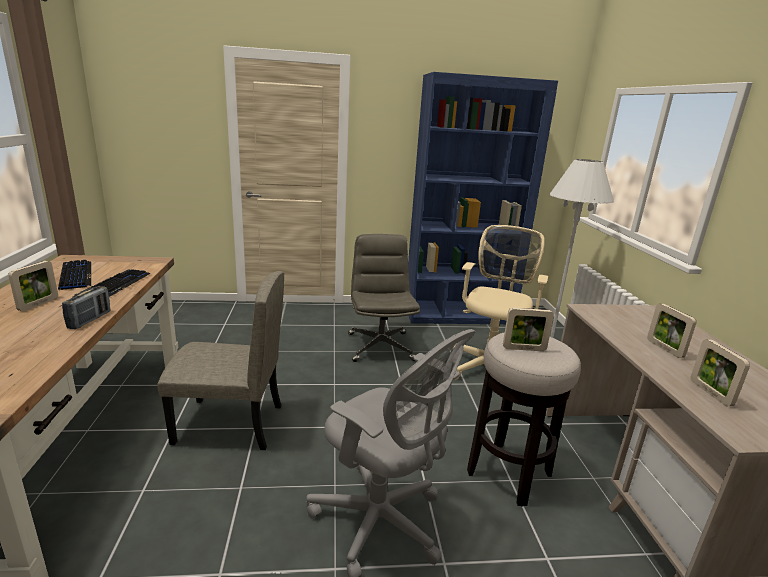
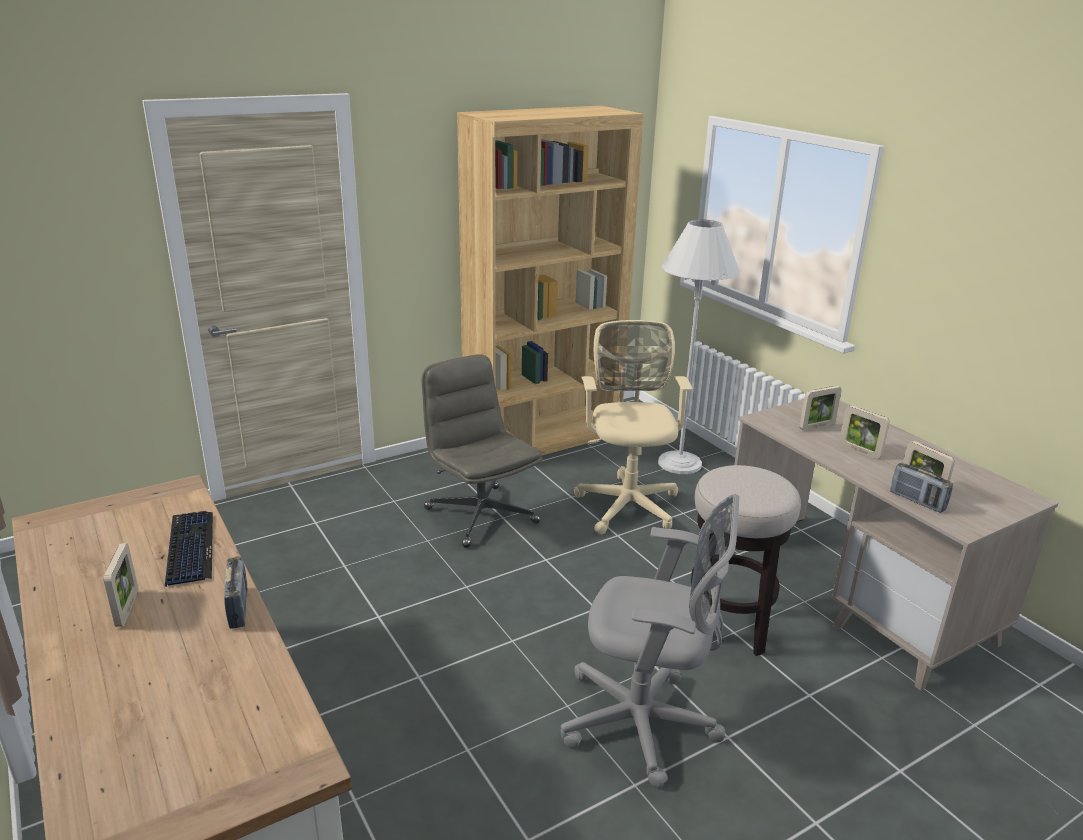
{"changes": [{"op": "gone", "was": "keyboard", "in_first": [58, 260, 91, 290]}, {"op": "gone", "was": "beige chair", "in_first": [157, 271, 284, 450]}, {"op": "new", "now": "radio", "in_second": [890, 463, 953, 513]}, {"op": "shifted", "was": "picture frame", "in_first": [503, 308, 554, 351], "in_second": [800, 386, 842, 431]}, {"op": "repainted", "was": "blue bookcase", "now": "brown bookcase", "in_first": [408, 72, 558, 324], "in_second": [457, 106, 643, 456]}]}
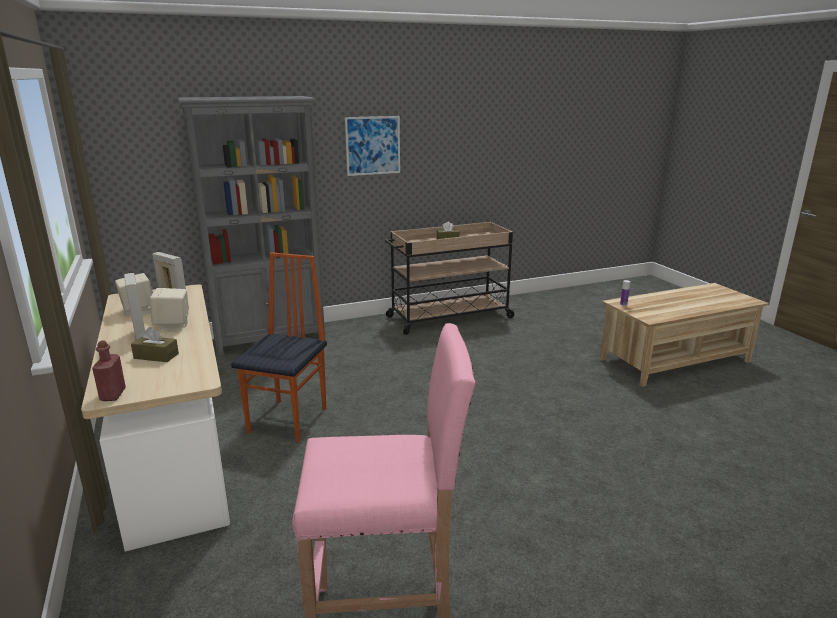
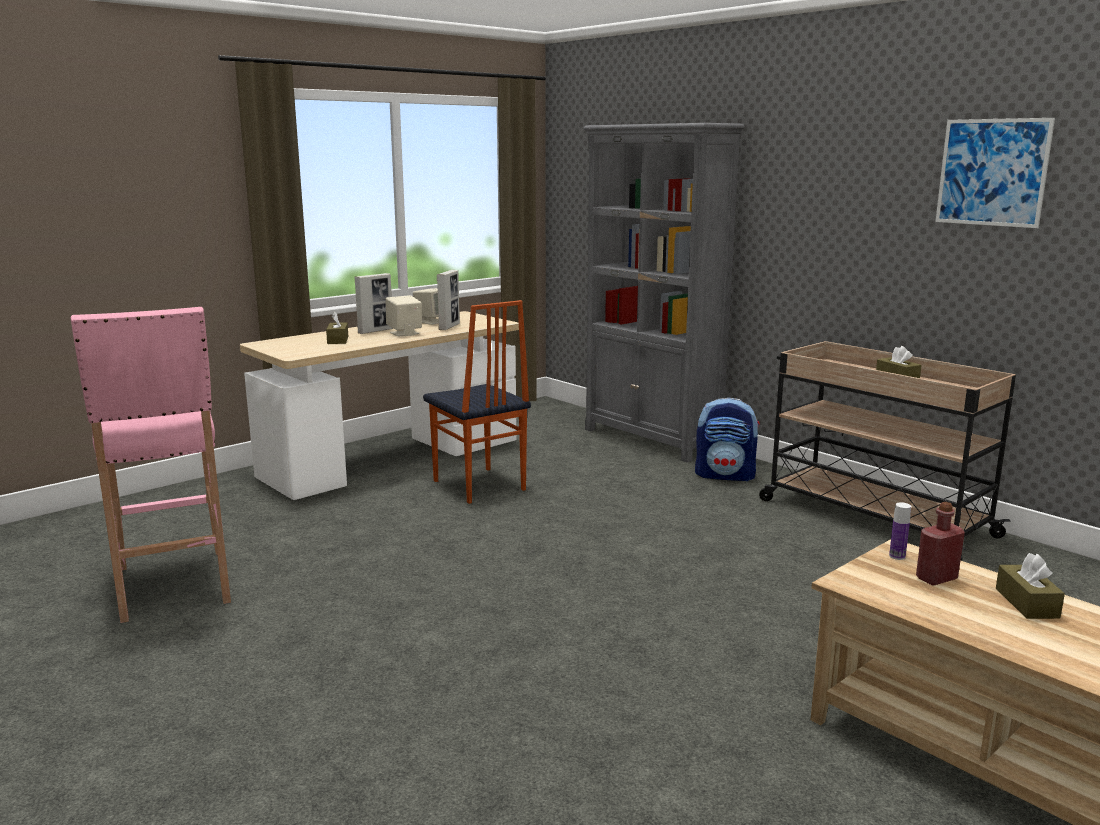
{"changes": [{"op": "new", "now": "backpack", "in_second": [695, 398, 760, 481]}, {"op": "new", "now": "brown tissue box", "in_second": [996, 553, 1065, 619]}, {"op": "shifted", "was": "red bottle", "in_first": [92, 340, 126, 401], "in_second": [916, 502, 965, 586]}, {"op": "shifted", "was": "picture", "in_first": [345, 116, 400, 176], "in_second": [935, 118, 1055, 228]}, {"op": "rotated", "was": "chair", "in_first": [231, 252, 327, 442], "in_second": [423, 300, 531, 504], "clockwise": 60}]}
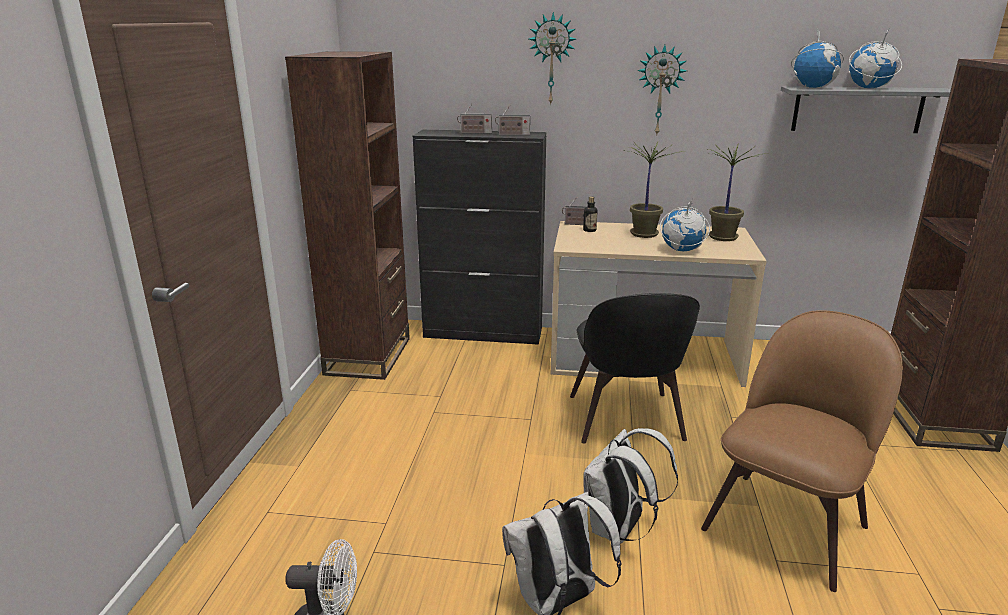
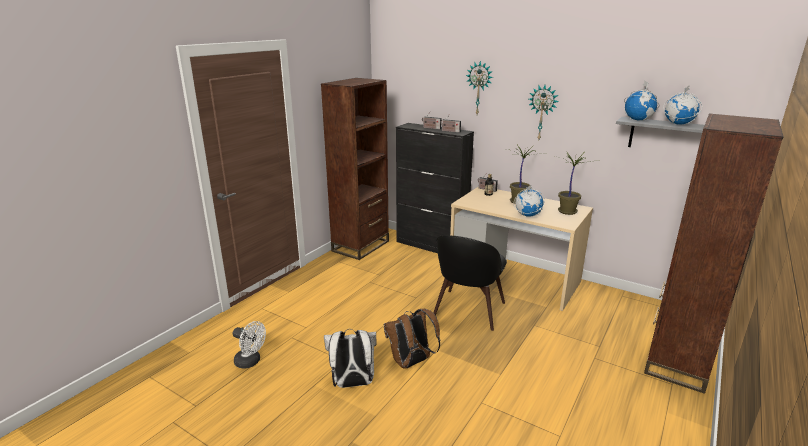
{"changes": [{"op": "gone", "was": "brown chair", "in_first": [701, 310, 903, 592]}, {"op": "repainted", "was": "white backpack", "now": "brown backpack", "in_first": [583, 428, 678, 544], "in_second": [384, 309, 440, 369]}]}
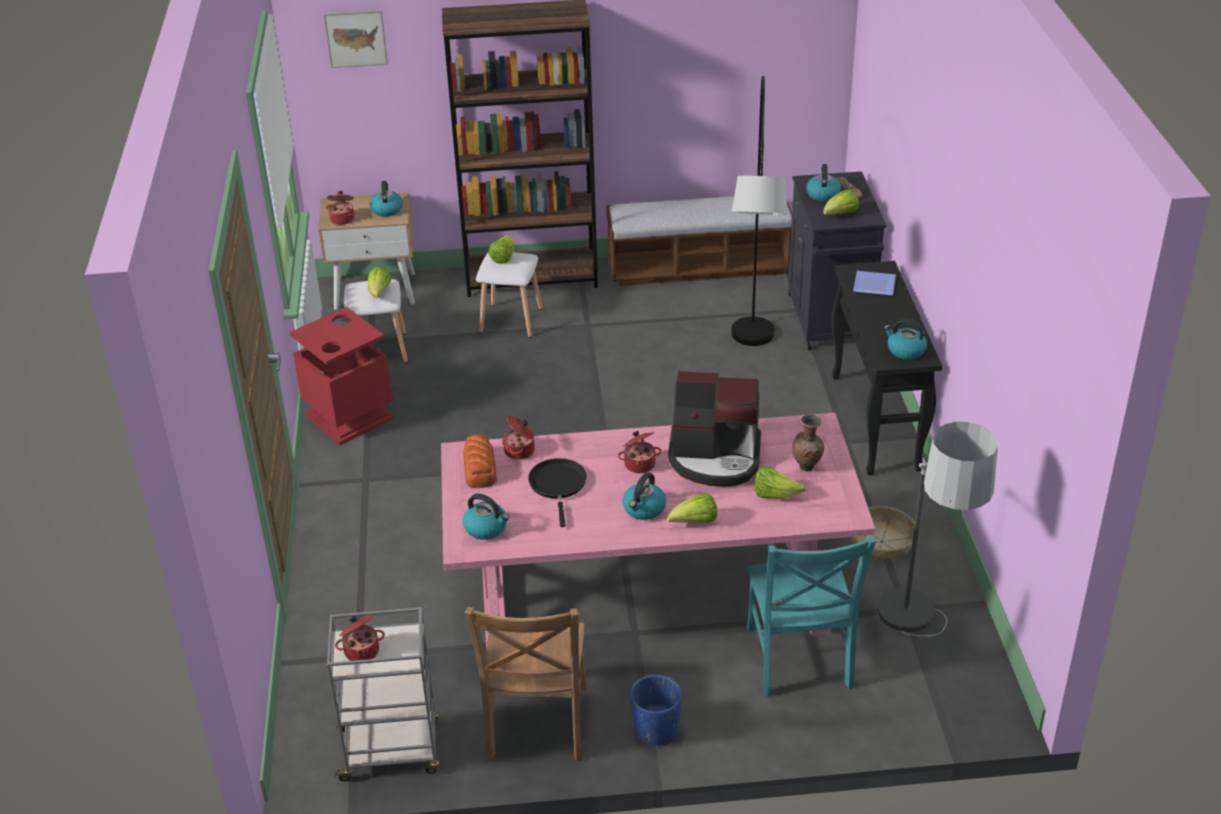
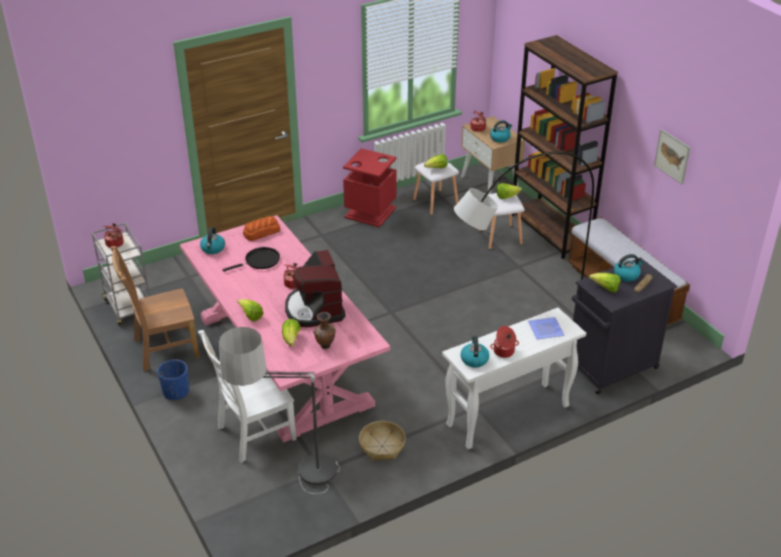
{"changes": [{"op": "gone", "was": "kettle", "in_first": [622, 472, 666, 520]}, {"op": "shifted", "was": "picture", "in_first": [324, 10, 388, 68], "in_second": [654, 129, 691, 184]}, {"op": "shifted", "was": "cooking pot", "in_first": [502, 415, 535, 460], "in_second": [490, 326, 519, 358]}, {"op": "repainted", "was": "turquoise chair", "now": "white chair", "in_first": [747, 536, 876, 697], "in_second": [198, 330, 296, 463]}, {"op": "repainted", "was": "black console table", "now": "white console table", "in_first": [832, 261, 942, 475], "in_second": [442, 308, 586, 449]}]}
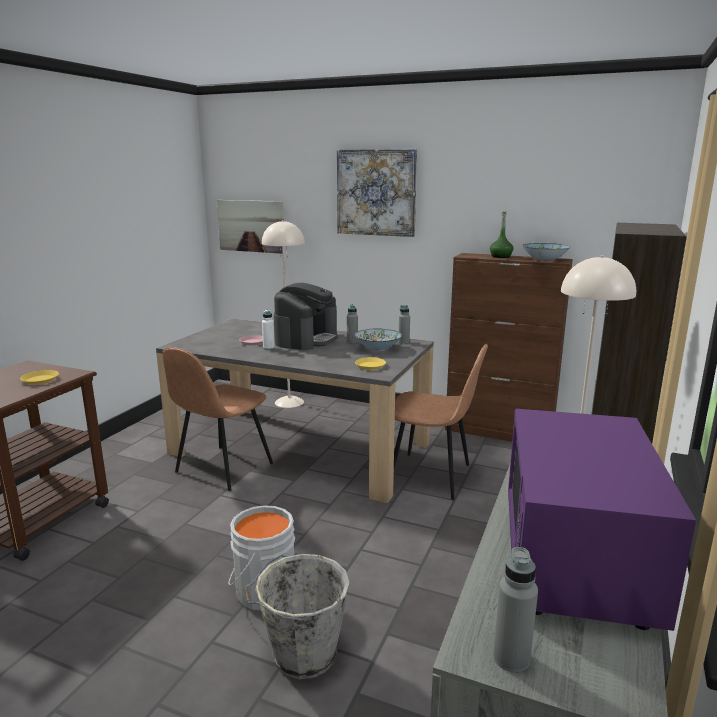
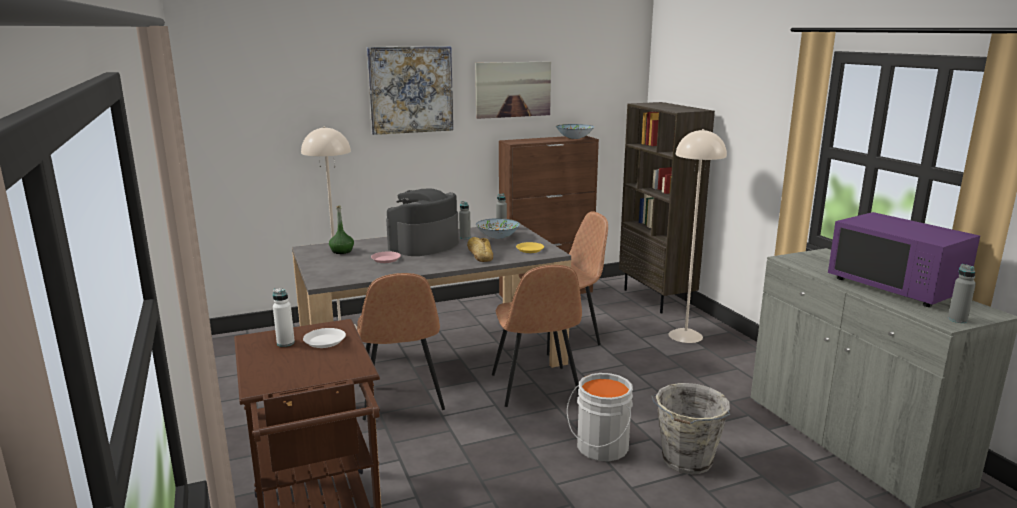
{"changes": [{"op": "new", "now": "bread", "in_second": [467, 237, 493, 262]}, {"op": "new", "now": "brown chair", "in_second": [492, 265, 582, 407]}, {"op": "shifted", "was": "picture", "in_first": [217, 200, 284, 254], "in_second": [475, 61, 551, 119]}, {"op": "shifted", "was": "white bottle", "in_first": [262, 310, 275, 350], "in_second": [273, 288, 295, 347]}, {"op": "shifted", "was": "green bottle", "in_first": [490, 212, 514, 258], "in_second": [329, 206, 354, 254]}, {"op": "repainted", "was": "yellow plate", "now": "white plate", "in_first": [20, 370, 59, 385], "in_second": [303, 328, 346, 348]}, {"op": "rotated", "was": "coffee machine", "in_first": [274, 283, 338, 350], "in_second": [386, 189, 459, 256], "clockwise": -120}]}
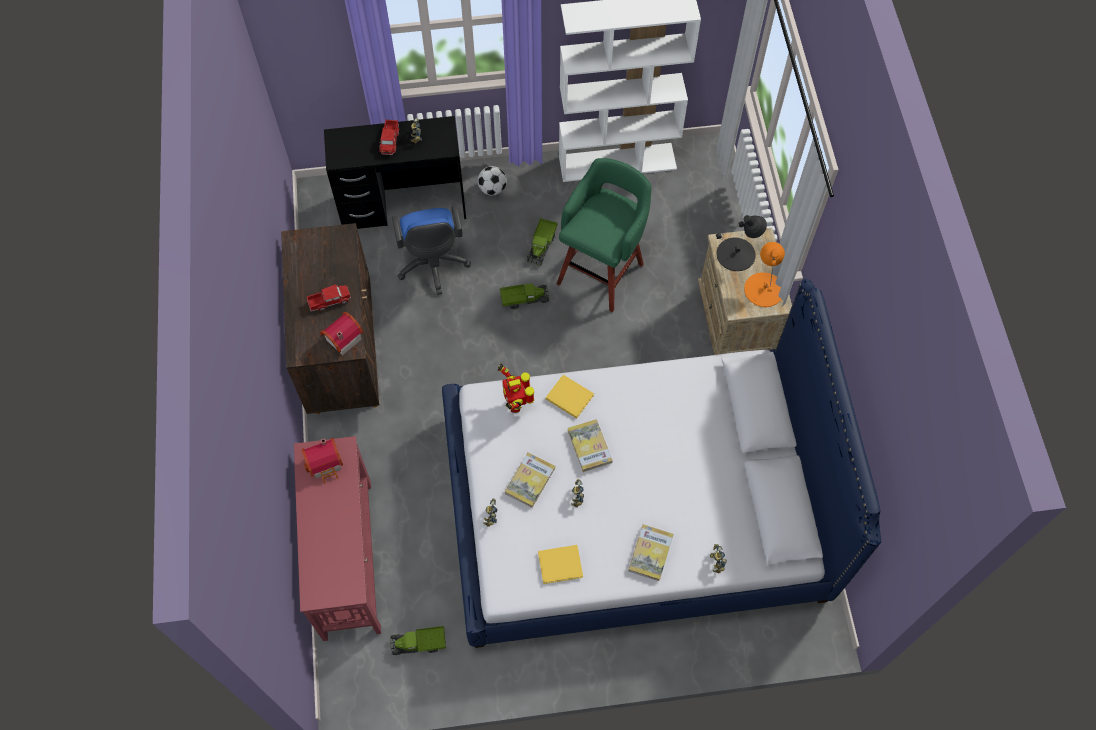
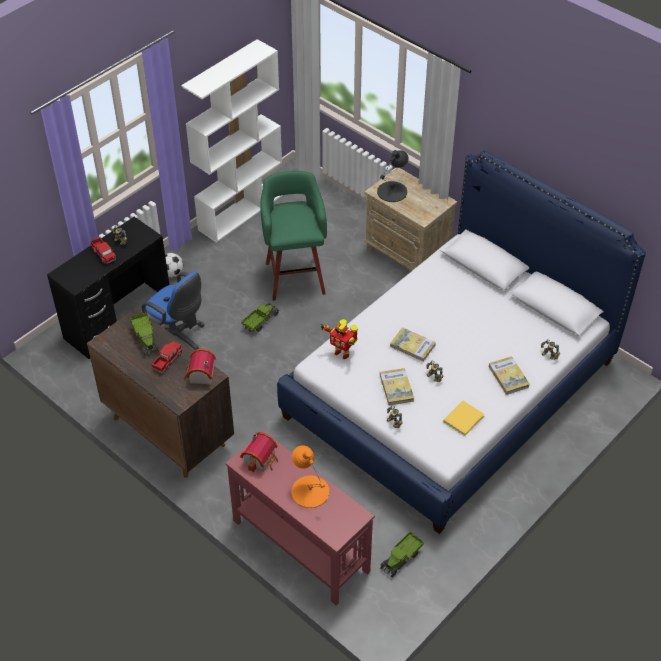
{"changes": [{"op": "gone", "was": "yellow book", "in_first": [546, 375, 594, 419]}, {"op": "shifted", "was": "toy truck", "in_first": [527, 218, 557, 265], "in_second": [130, 313, 159, 356]}, {"op": "shifted", "was": "orange table lamp", "in_first": [744, 242, 785, 307], "in_second": [291, 445, 329, 508]}]}
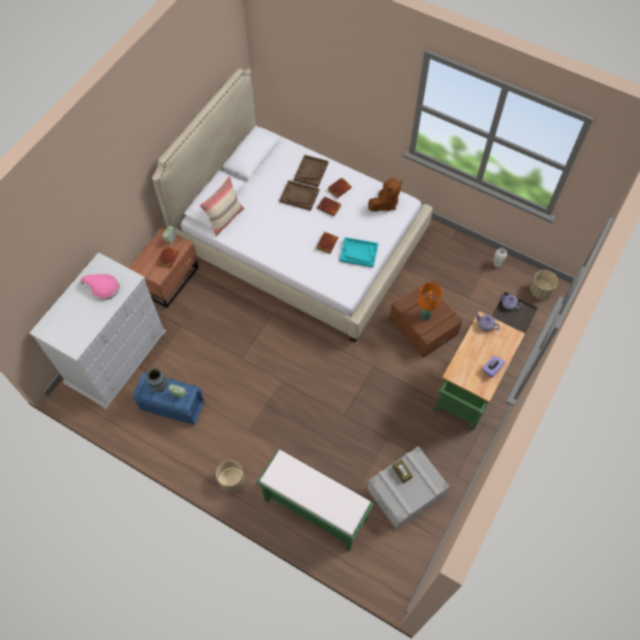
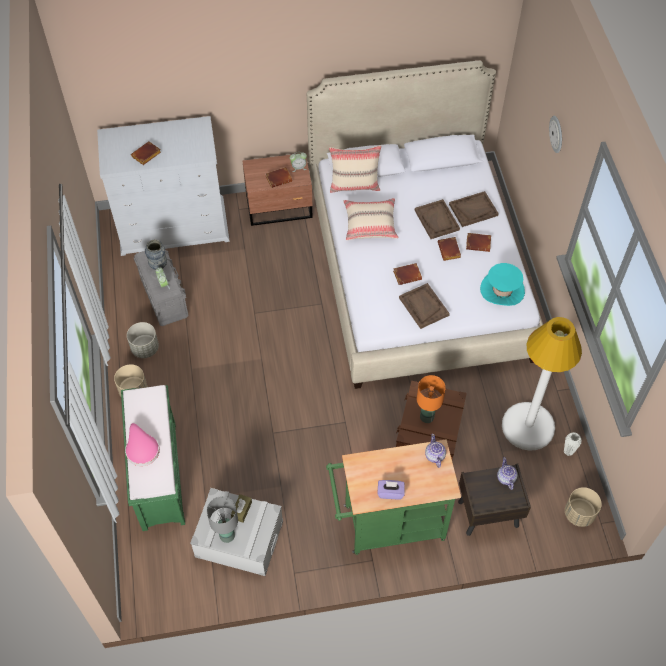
{"changes": [{"op": "new", "now": "grey planter", "in_second": [127, 322, 159, 358]}, {"op": "new", "now": "brown book", "in_second": [131, 141, 161, 165]}, {"op": "new", "now": "grey table lamp", "in_second": [207, 496, 238, 543]}, {"op": "new", "now": "beige pillow", "in_second": [343, 198, 399, 240]}, {"op": "new", "now": "white floor lamp", "in_second": [502, 317, 582, 450]}, {"op": "new", "now": "wall clock", "in_second": [549, 116, 562, 153]}, {"op": "shifted", "was": "pink hat", "in_first": [80, 274, 119, 300], "in_second": [125, 423, 160, 466]}, {"op": "swapped", "was": "brown plush toy", "now": "turquoise hat", "in_first": [368, 178, 403, 211], "in_second": [480, 263, 525, 306]}, {"op": "repainted", "was": "blue storage box", "now": "grey storage box", "in_first": [133, 372, 204, 425], "in_second": [134, 250, 188, 326]}, {"op": "repainted", "was": "turquoise tray", "now": "brown tray", "in_first": [339, 237, 378, 267], "in_second": [399, 283, 450, 329]}]}
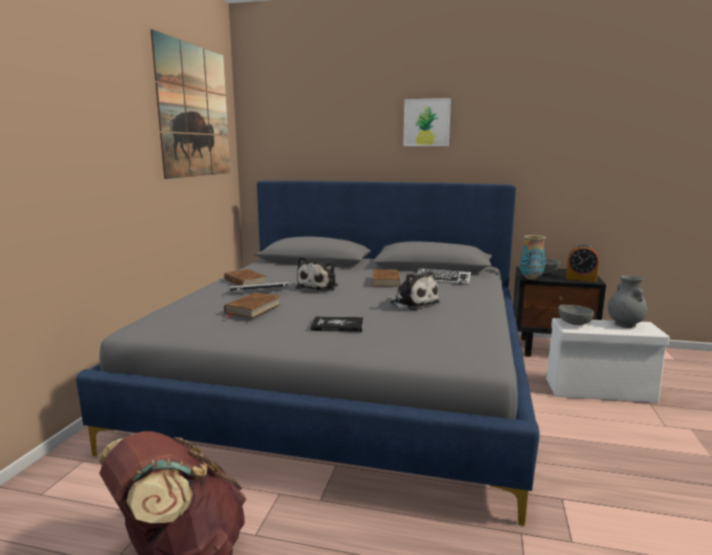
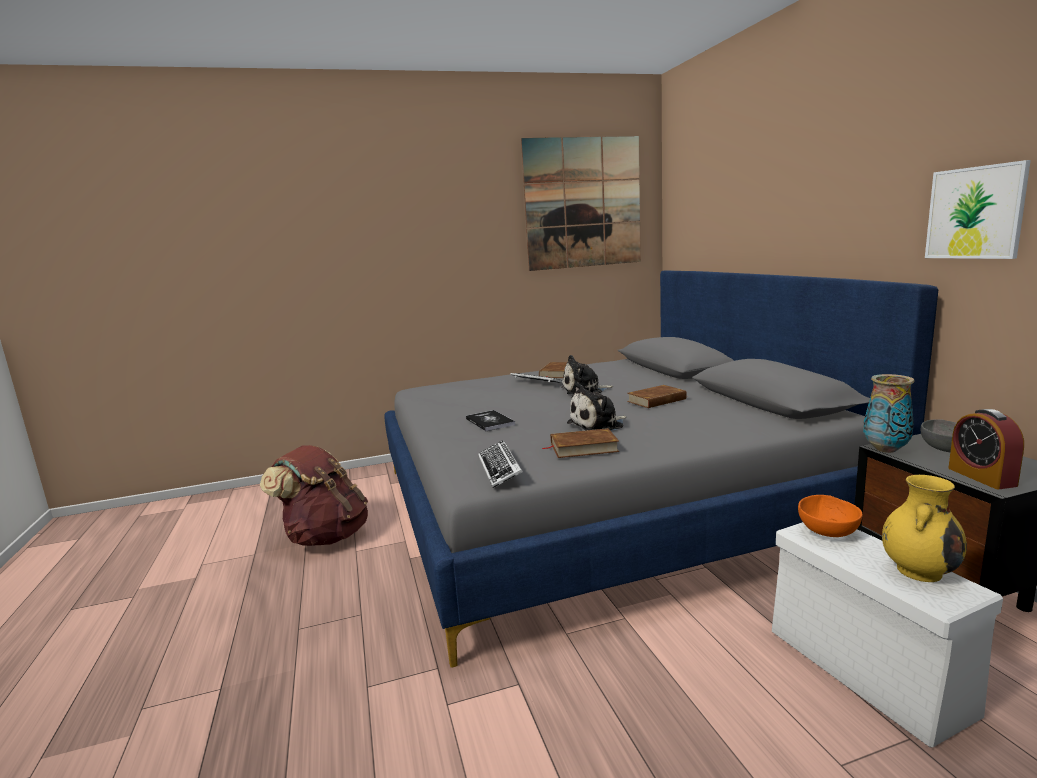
{"changes": [{"op": "shifted", "was": "brown book", "in_first": [224, 292, 281, 318], "in_second": [543, 428, 619, 458]}, {"op": "shifted", "was": "picture", "in_first": [403, 98, 451, 146], "in_second": [925, 160, 1031, 259]}, {"op": "shifted", "was": "keyboard", "in_first": [417, 268, 471, 285], "in_second": [478, 440, 523, 488]}, {"op": "repainted", "was": "grey bowl", "now": "orange bowl", "in_first": [558, 305, 594, 325], "in_second": [798, 495, 863, 537]}, {"op": "repainted", "was": "grey vase", "now": "yellow vase", "in_first": [608, 275, 648, 328], "in_second": [882, 475, 967, 582]}, {"op": "rotated", "was": "plush toy", "in_first": [387, 272, 440, 310], "in_second": [567, 383, 626, 431], "clockwise": 45}]}
